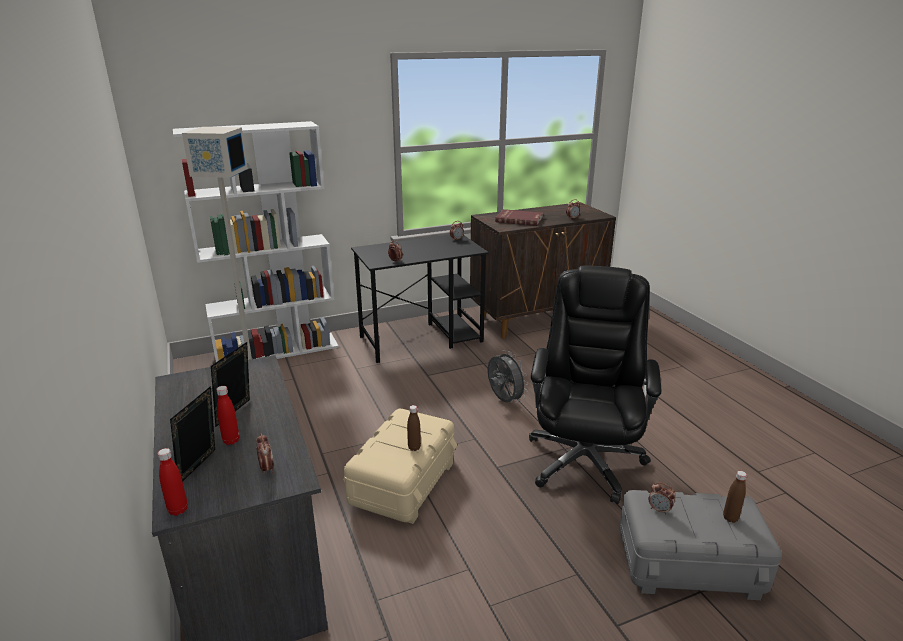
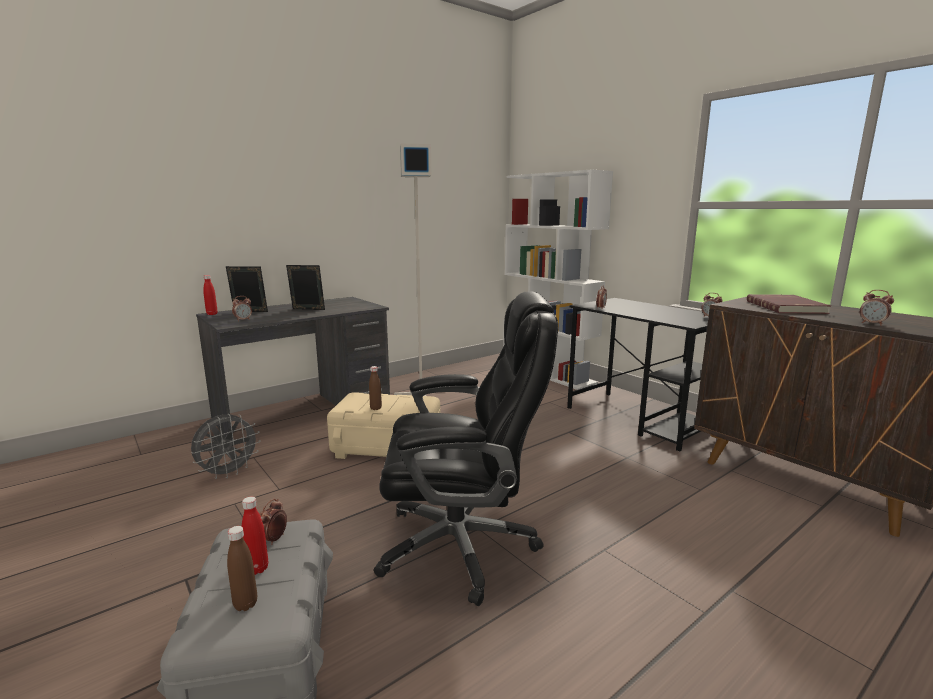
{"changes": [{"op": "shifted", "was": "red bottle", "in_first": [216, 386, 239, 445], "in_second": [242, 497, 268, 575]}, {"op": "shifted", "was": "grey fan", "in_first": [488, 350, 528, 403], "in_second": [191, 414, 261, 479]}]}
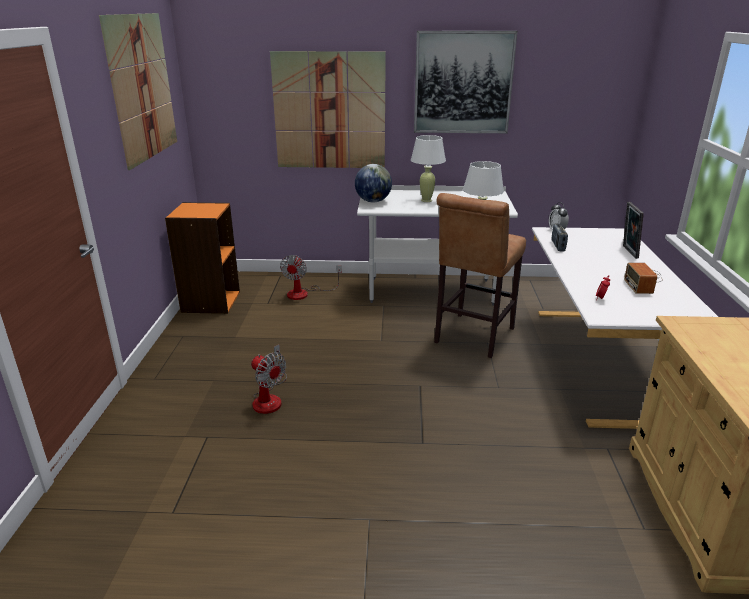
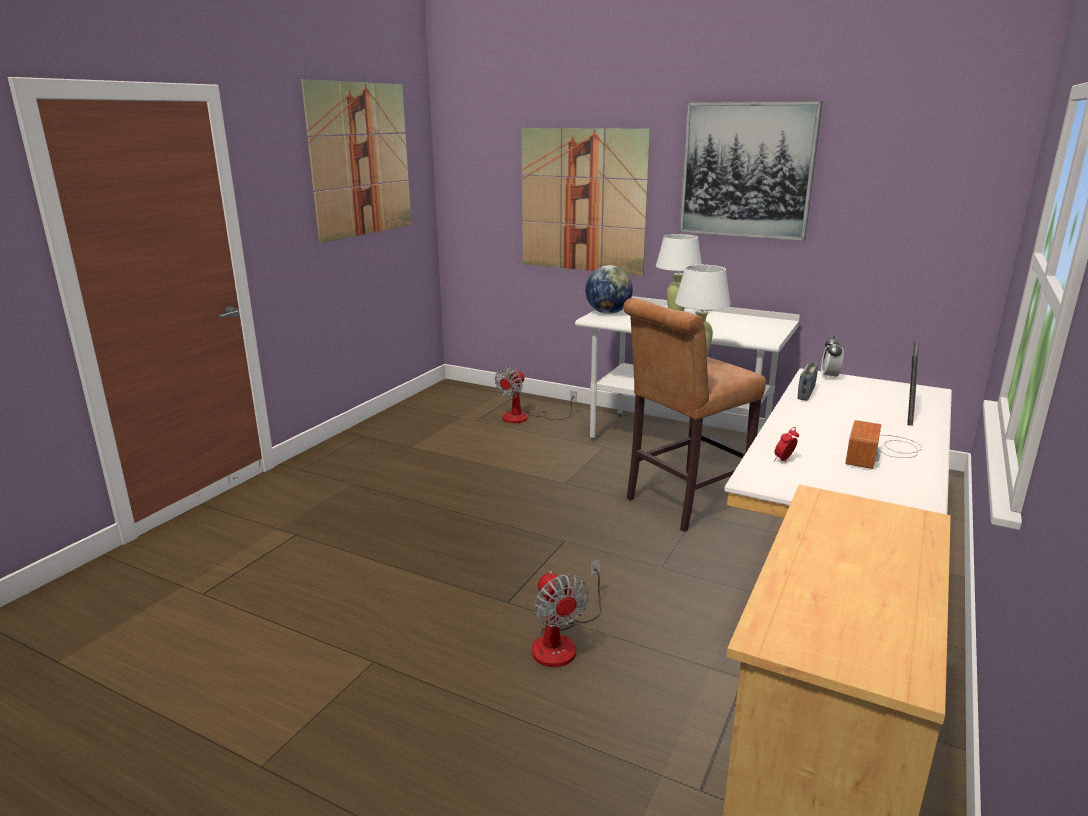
{"changes": [{"op": "gone", "was": "orange bookcase", "in_first": [165, 202, 240, 314]}, {"op": "shifted", "was": "fan", "in_first": [251, 345, 287, 414], "in_second": [532, 560, 602, 667]}]}
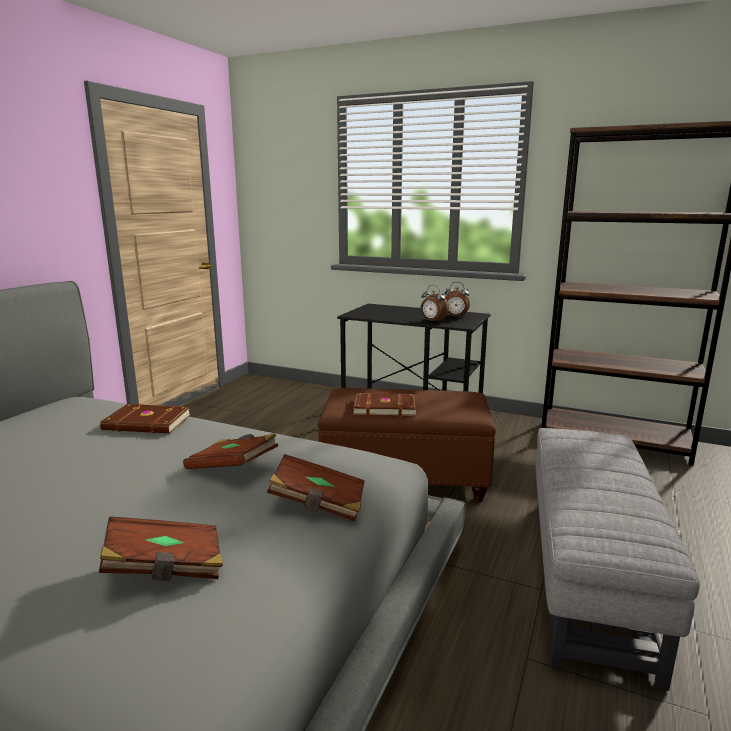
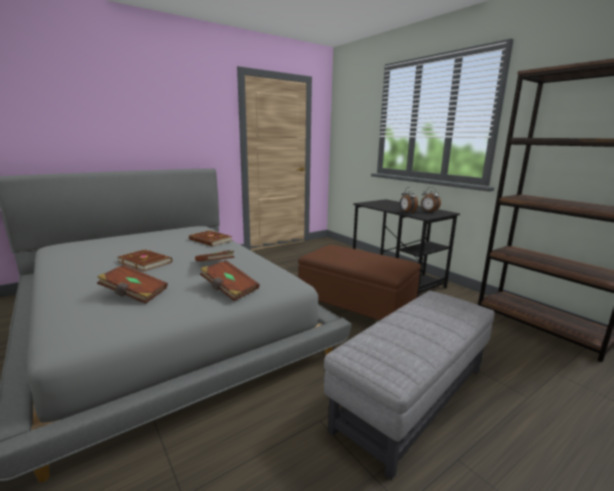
{"changes": [{"op": "shifted", "was": "brown book", "in_first": [353, 393, 416, 417], "in_second": [118, 249, 172, 271]}]}
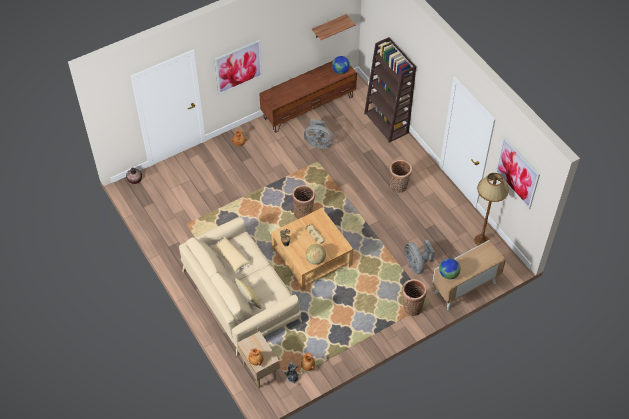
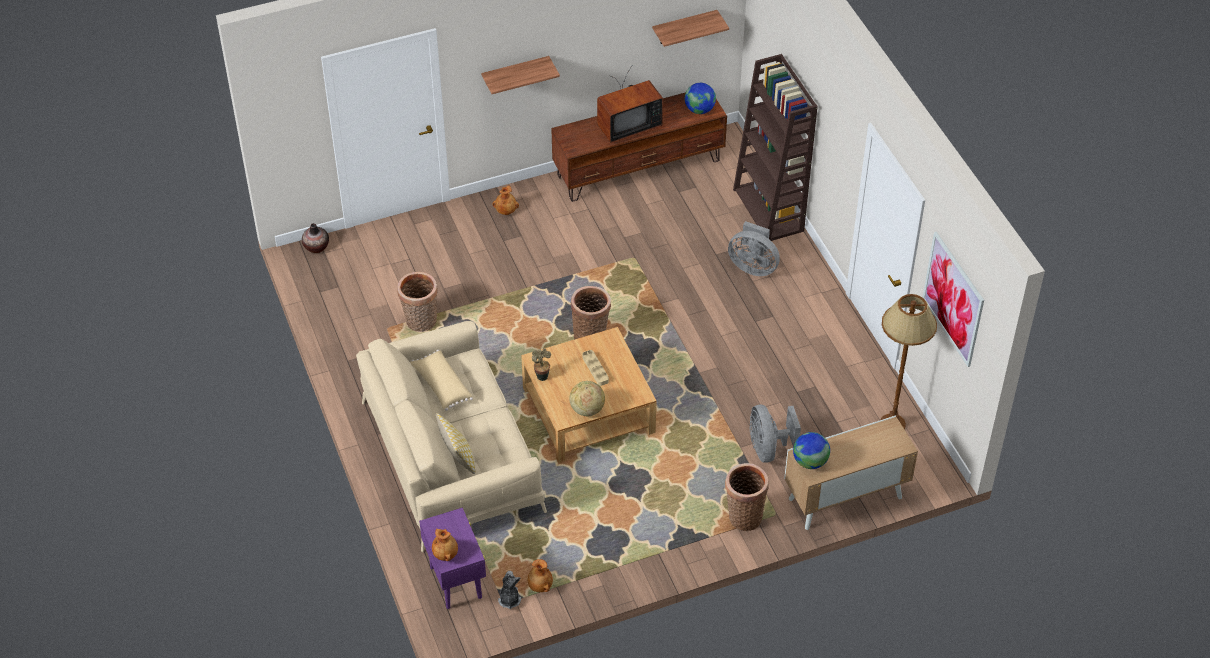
{"changes": [{"op": "new", "now": "television", "in_second": [597, 66, 663, 143]}, {"op": "shifted", "was": "grey fan", "in_first": [304, 119, 334, 149], "in_second": [728, 221, 780, 276]}, {"op": "shifted", "was": "basket", "in_first": [389, 160, 412, 193], "in_second": [397, 272, 438, 332]}, {"op": "swapped", "was": "picture", "now": "shelf", "in_first": [214, 40, 262, 95], "in_second": [481, 56, 560, 94]}, {"op": "repainted", "was": "beige side table", "now": "purple side table", "in_first": [237, 331, 280, 389], "in_second": [419, 507, 486, 609]}]}
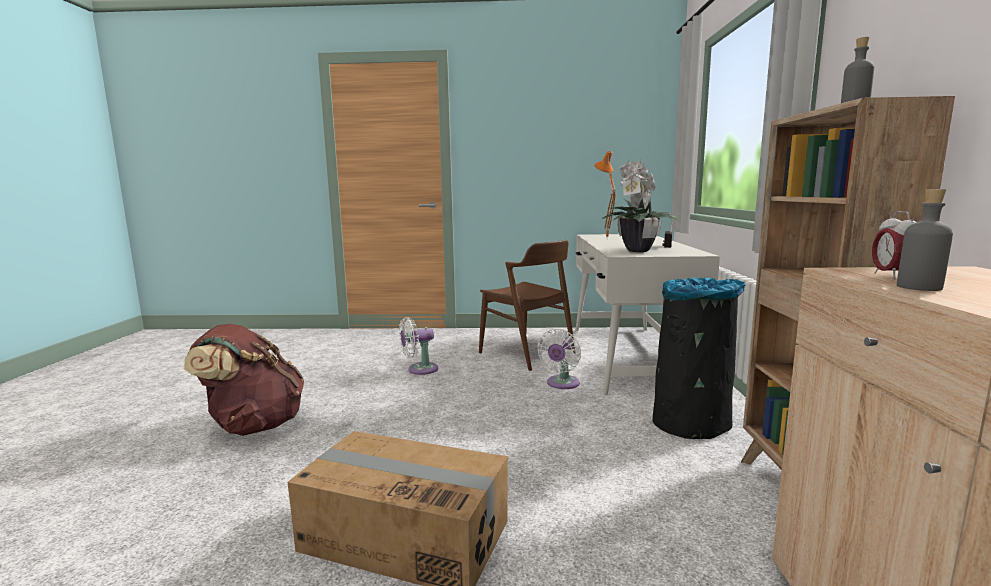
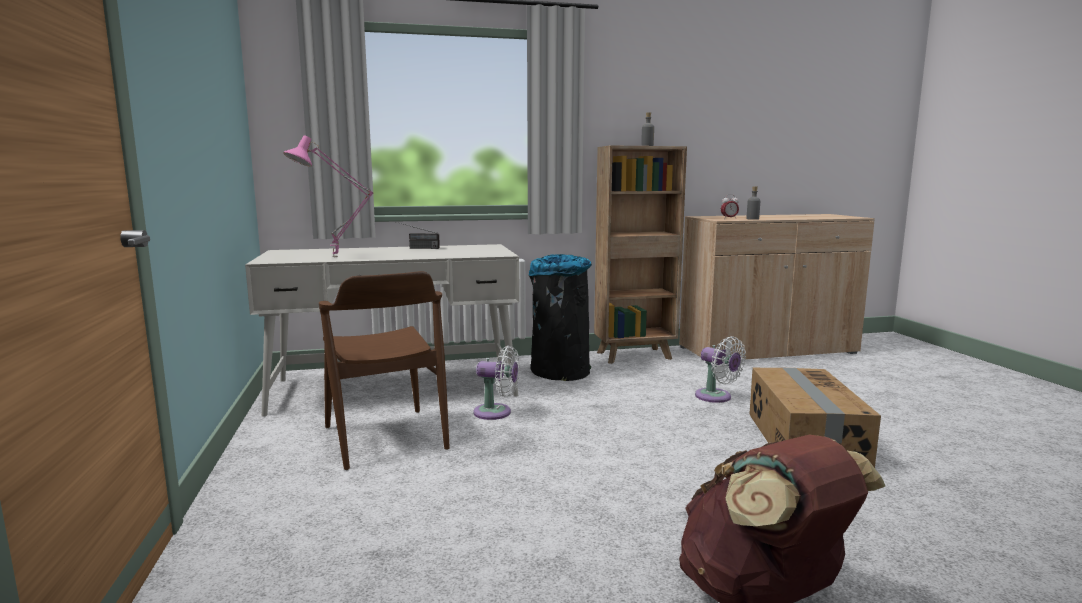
{"changes": [{"op": "gone", "was": "potted plant", "in_first": [603, 160, 680, 252]}, {"op": "shifted", "was": "white fan", "in_first": [399, 317, 438, 375], "in_second": [695, 336, 746, 403]}, {"op": "repainted", "was": "orange table lamp", "now": "pink table lamp", "in_first": [594, 151, 616, 237], "in_second": [283, 135, 374, 257]}, {"op": "rotated", "was": "brown chair", "in_first": [479, 240, 575, 371], "in_second": [319, 271, 450, 470], "clockwise": 120}]}
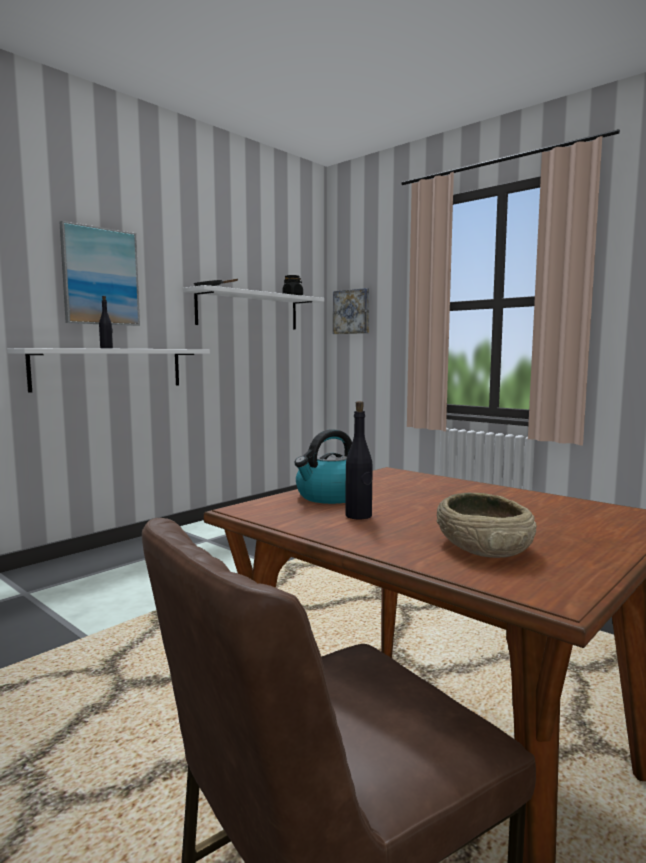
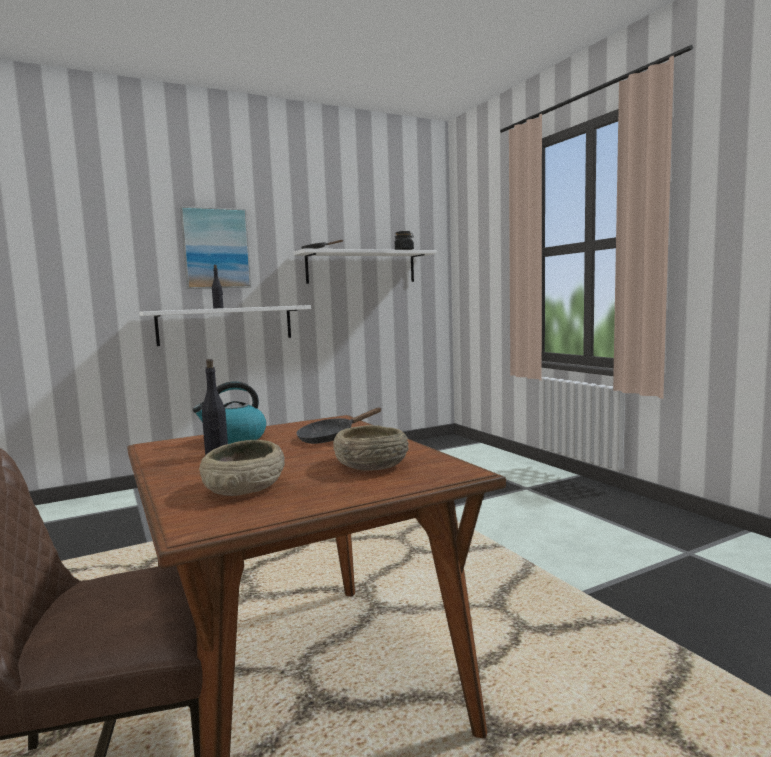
{"changes": [{"op": "gone", "was": "picture", "in_first": [333, 288, 369, 334]}, {"op": "new", "now": "black frying pan", "in_second": [296, 408, 382, 444]}, {"op": "new", "now": "beige bowl", "in_second": [333, 425, 409, 470]}]}
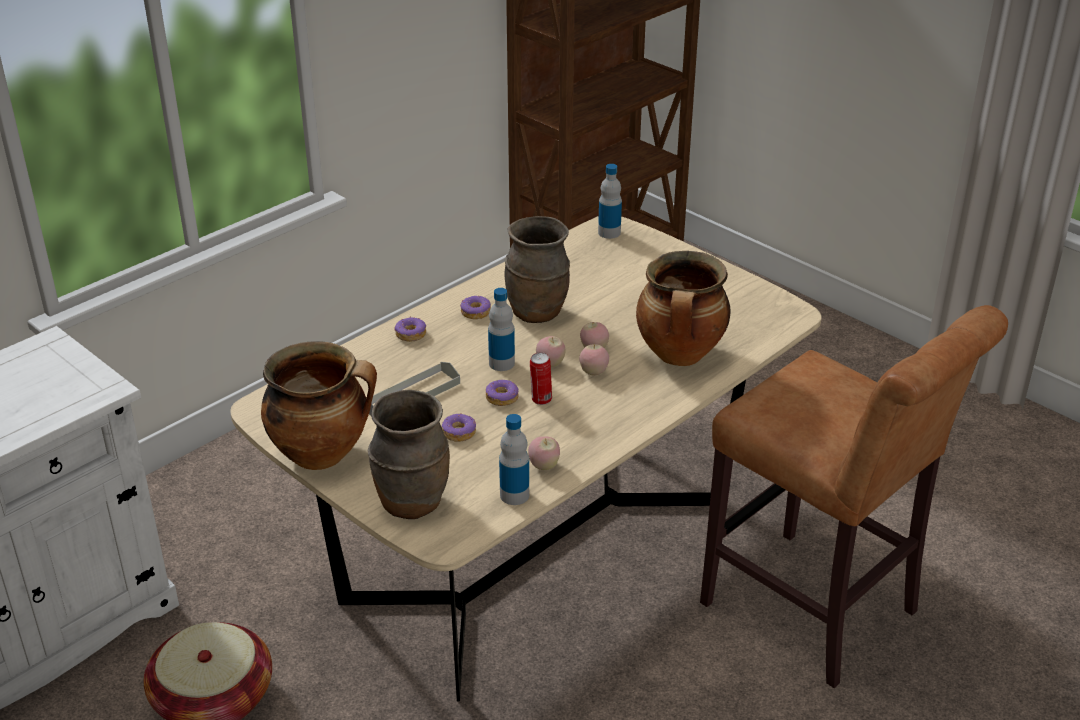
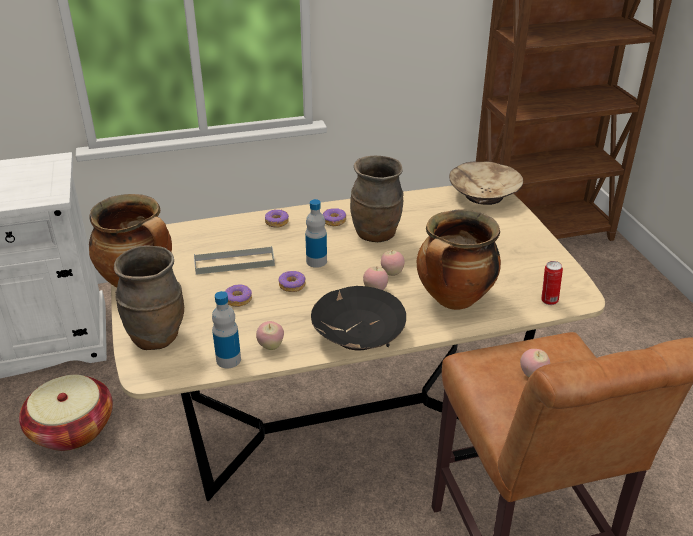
{"changes": [{"op": "new", "now": "black bowl", "in_second": [311, 286, 406, 351]}, {"op": "shifted", "was": "can", "in_first": [530, 352, 552, 405], "in_second": [541, 261, 563, 305]}, {"op": "shifted", "was": "apple", "in_first": [536, 336, 566, 367], "in_second": [520, 349, 550, 377]}, {"op": "swapped", "was": "bottle", "now": "beige bowl", "in_first": [598, 164, 622, 239], "in_second": [449, 161, 523, 205]}]}
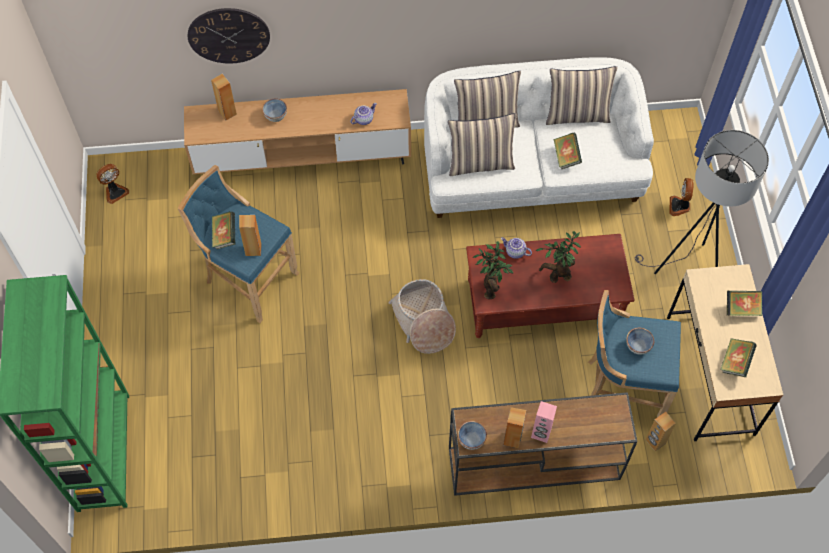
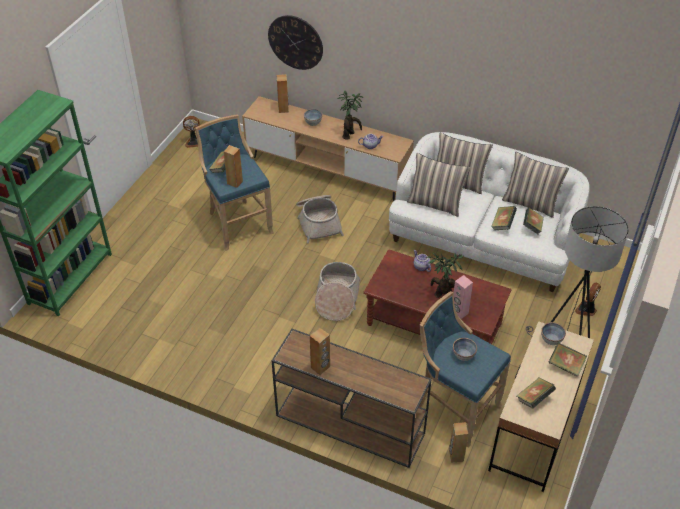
{"changes": [{"op": "new", "now": "basket", "in_second": [296, 195, 344, 244]}, {"op": "new", "now": "book", "in_second": [523, 208, 544, 234]}, {"op": "shifted", "was": "bowl", "in_first": [458, 421, 487, 450], "in_second": [541, 322, 566, 345]}, {"op": "shifted", "was": "potted plant", "in_first": [473, 241, 514, 299], "in_second": [337, 91, 364, 139]}, {"op": "shifted", "was": "pink speaker", "in_first": [531, 401, 557, 443], "in_second": [454, 275, 473, 319]}]}
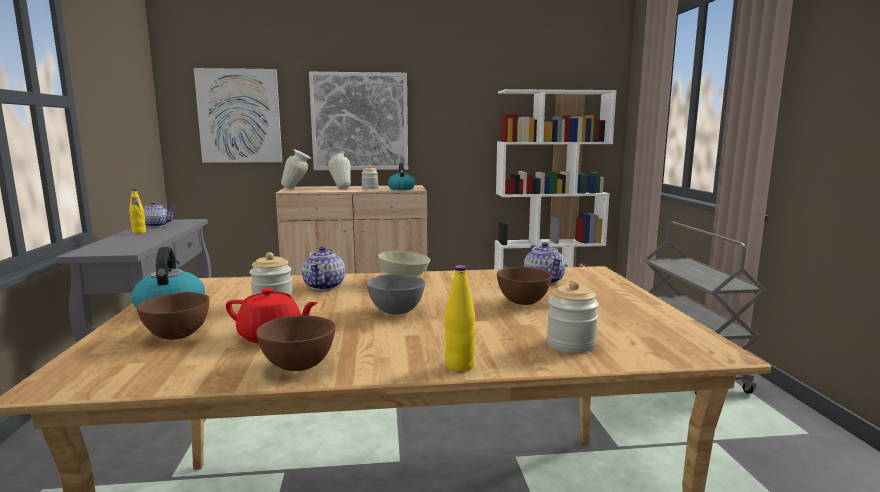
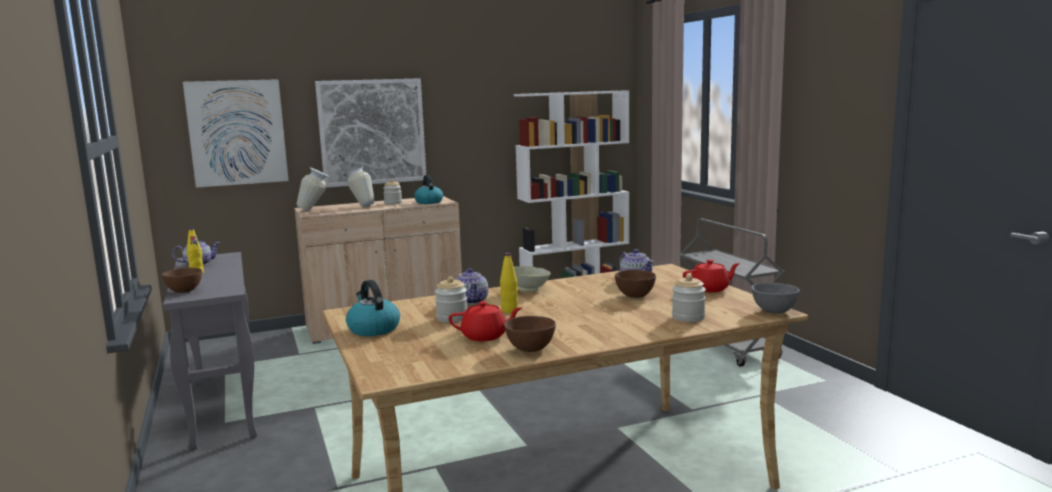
{"changes": [{"op": "new", "now": "red teapot", "in_second": [683, 259, 740, 292]}, {"op": "shifted", "was": "brown bowl", "in_first": [137, 292, 209, 340], "in_second": [162, 267, 202, 293]}, {"op": "shifted", "was": "grey bowl", "in_first": [367, 274, 425, 314], "in_second": [752, 283, 800, 313]}, {"op": "shifted", "was": "yellow bottle", "in_first": [445, 265, 475, 372], "in_second": [500, 253, 518, 313]}]}
